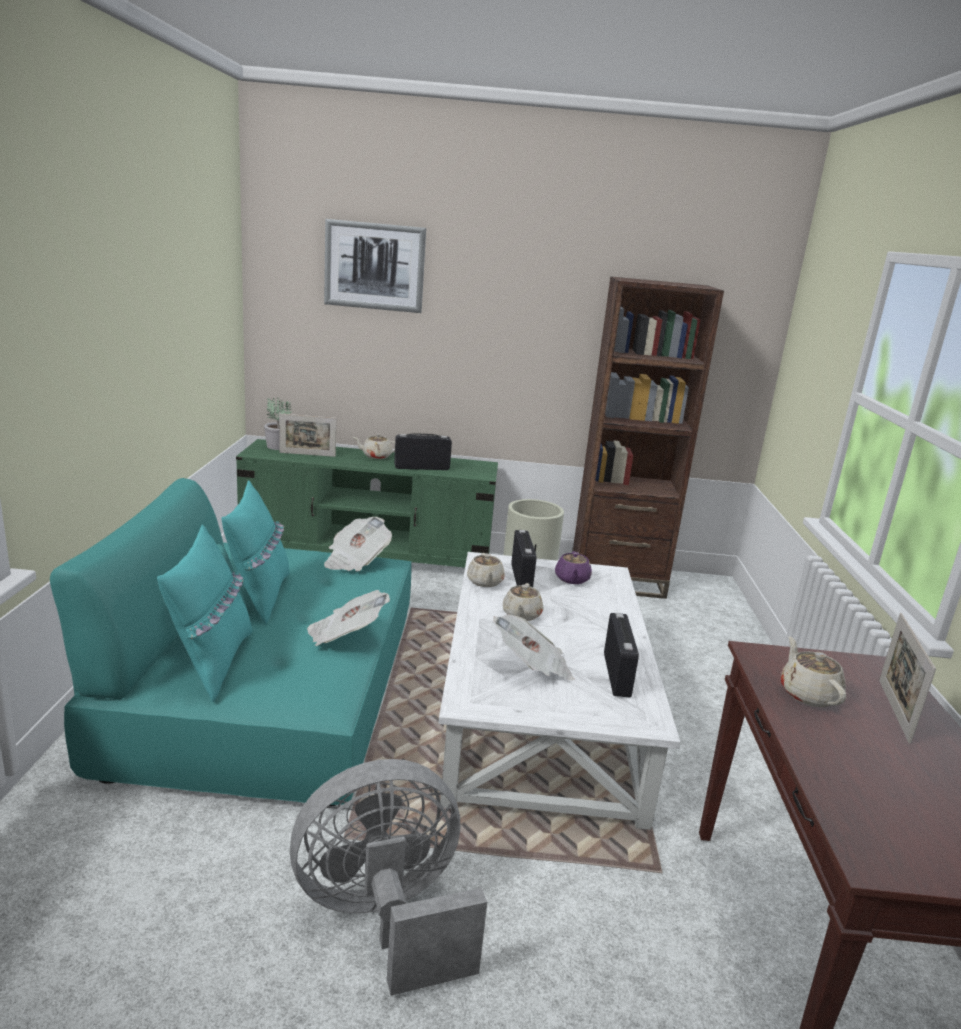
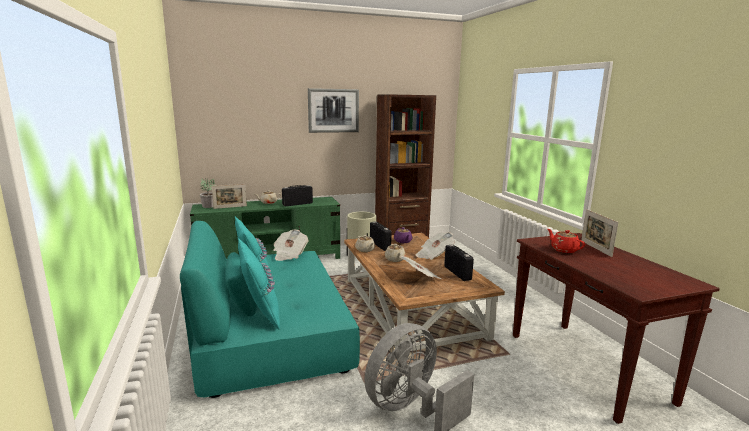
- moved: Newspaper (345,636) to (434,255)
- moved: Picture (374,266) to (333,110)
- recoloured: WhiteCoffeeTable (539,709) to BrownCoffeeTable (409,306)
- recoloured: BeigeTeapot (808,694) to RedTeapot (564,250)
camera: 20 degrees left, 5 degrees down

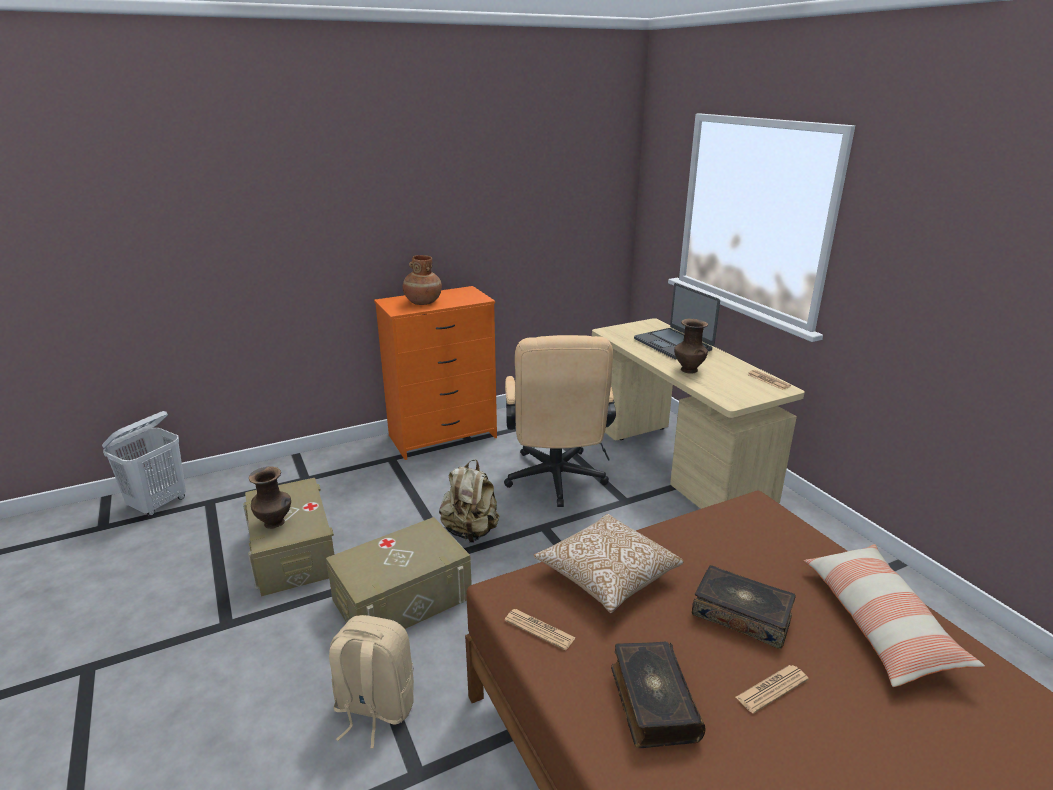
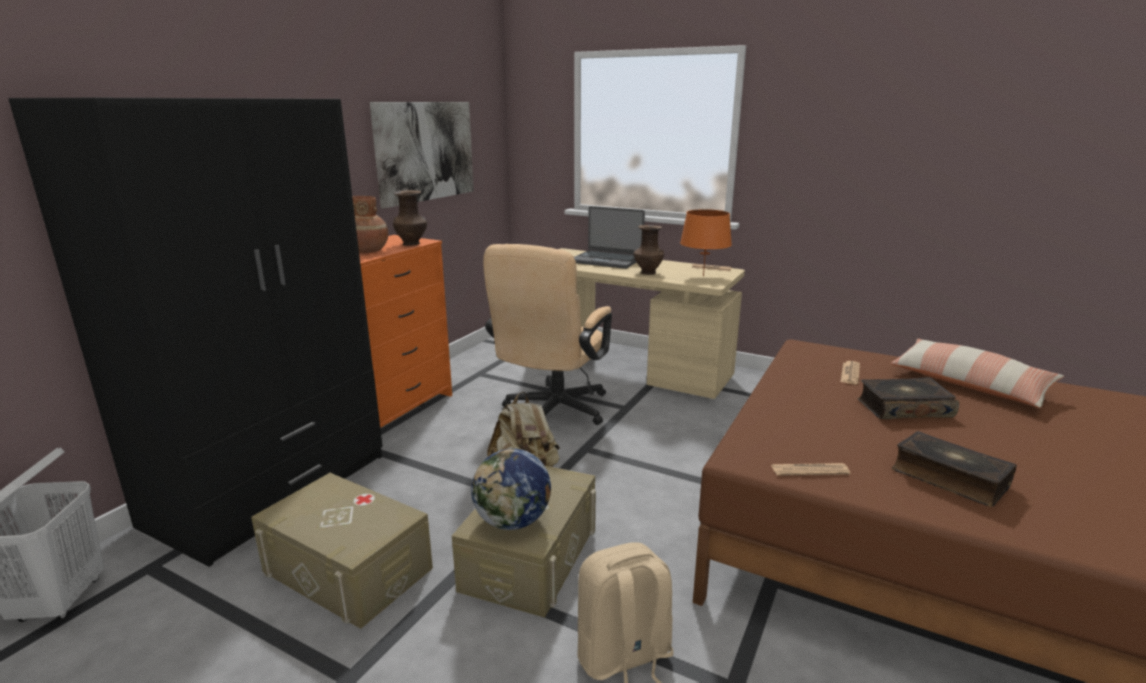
- moved: BrownVase (275,523) to (412,244)
- turned: BeigeOfficeChair (555,482) = (552,413) 60 degrees clockwise
- removed: Pillow (607,576)
- moved: Newspaper (772,689) to (850,373)
- added: BlackWardrobe (271,489)
- added: Picture (426,151)
- added: Globe (512,521)
- added: OrangeTableLamp (703,276)
camera: 35 degrees left, 5 degrees down

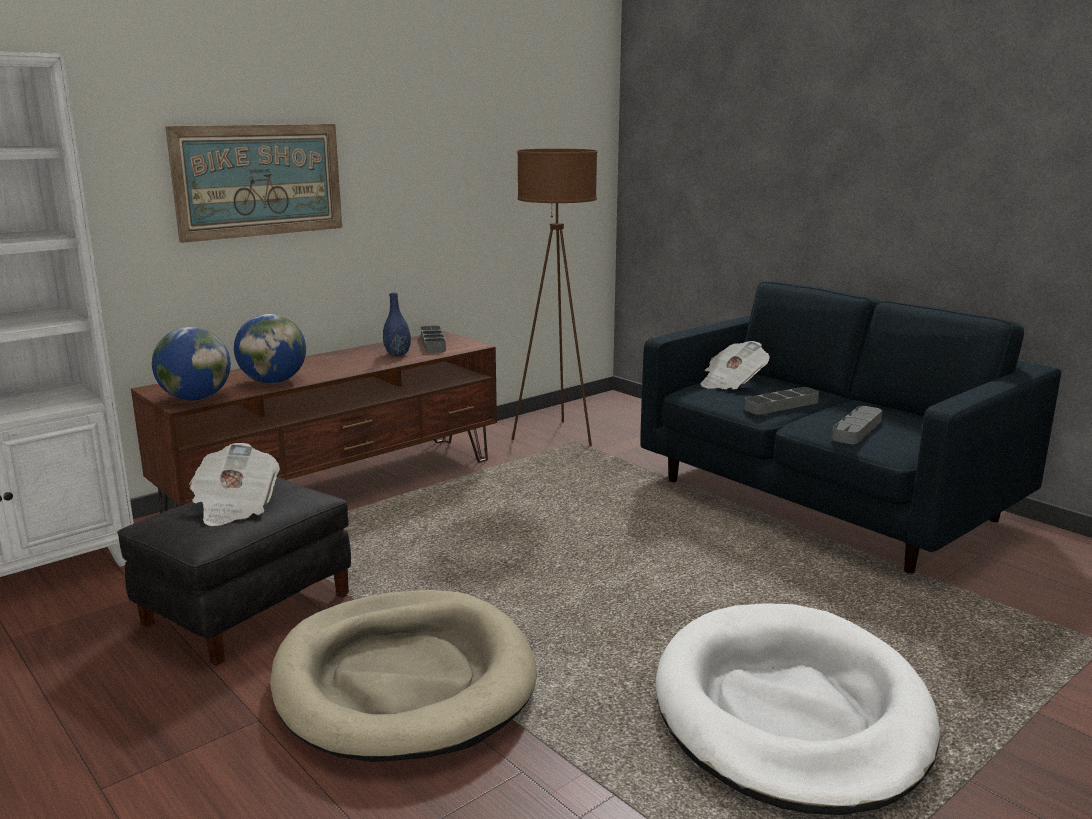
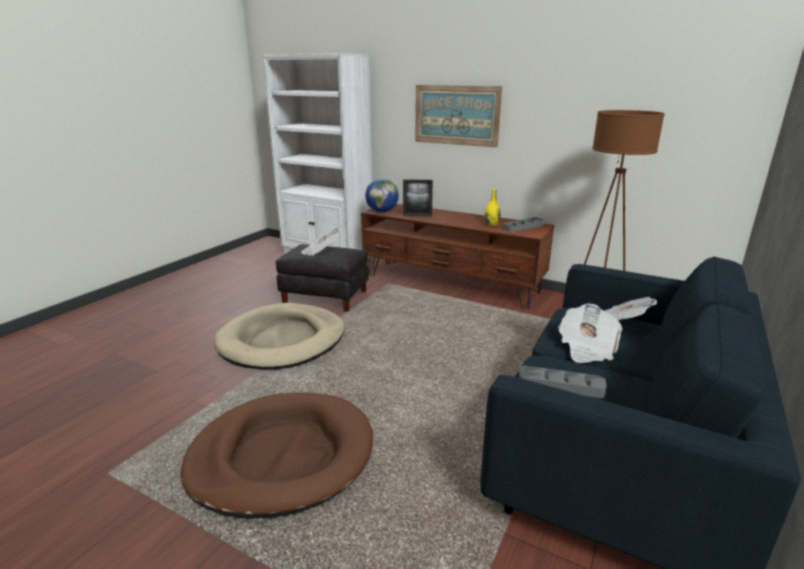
- replaced: Globe (273,382) to PictureFrame (417,216)
- recoloured: BlueVase (397,354) to YellowVase (491,225)
- recoloured: WhiteDogBed (790,713) to BrownDogBed (282,457)
- replaced: GreyTray (781,405) to Newspaper (586,348)
camera: 70 degrees right, 5 degrees up

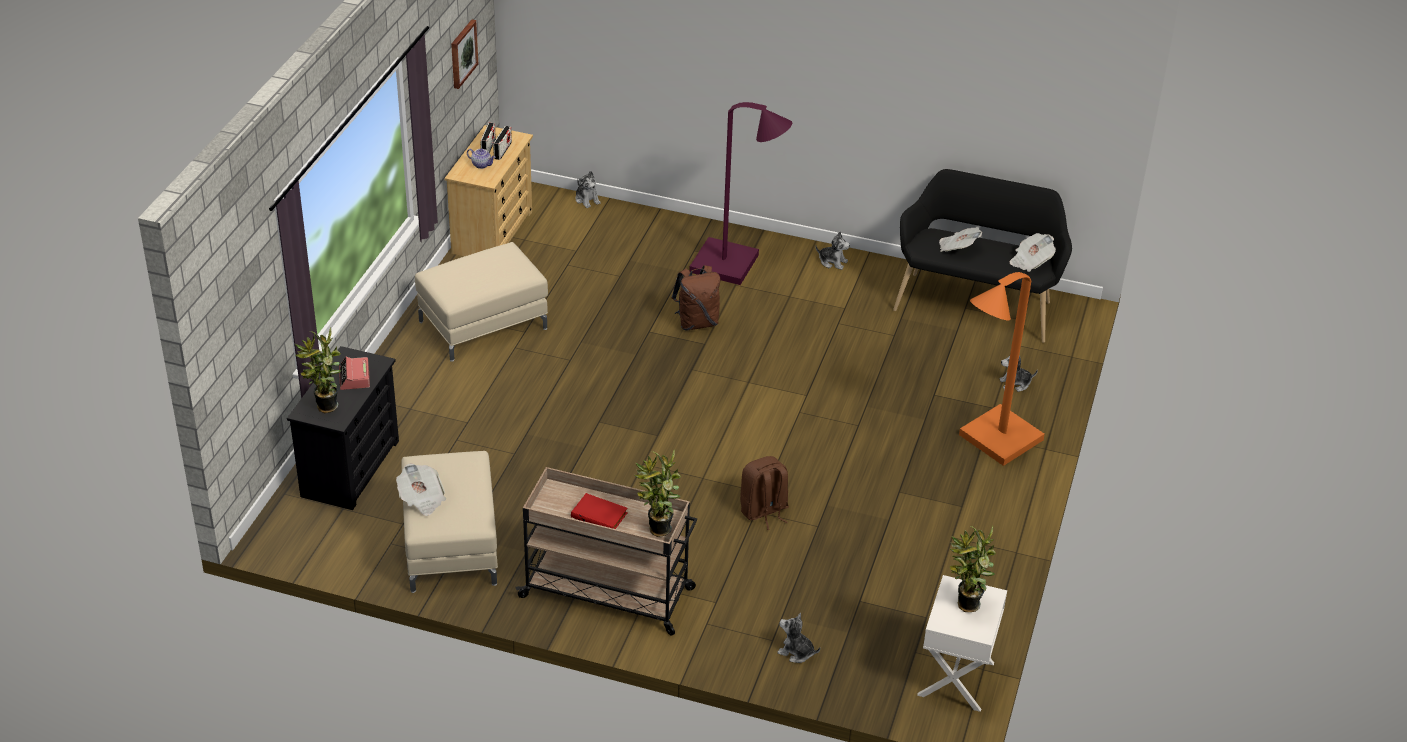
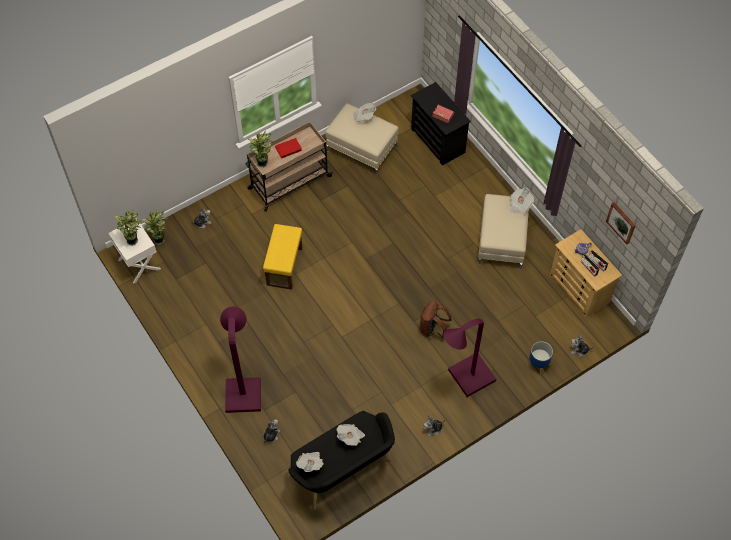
- moved: PottedPlant (325,407) to (159,239)
- replaced: BrownBackpack (764,511) to YellowOttoman (284,265)
- recoloured: OrangeFloorLamp (992,442) to PurpleFloorLamp (243,389)
- added: Newspaper (519,205)
- added: Planter (538,364)
camera: 130 degrees right, 20 degrees up

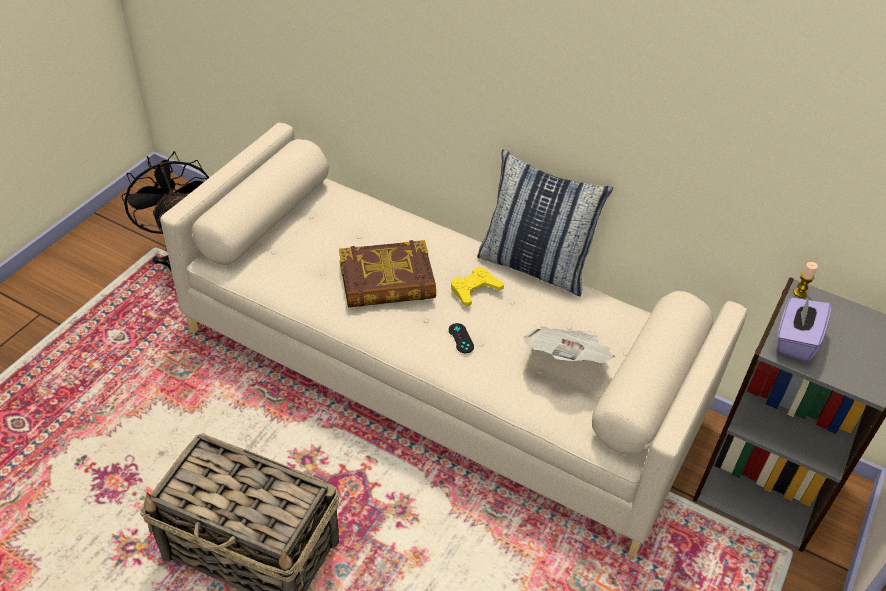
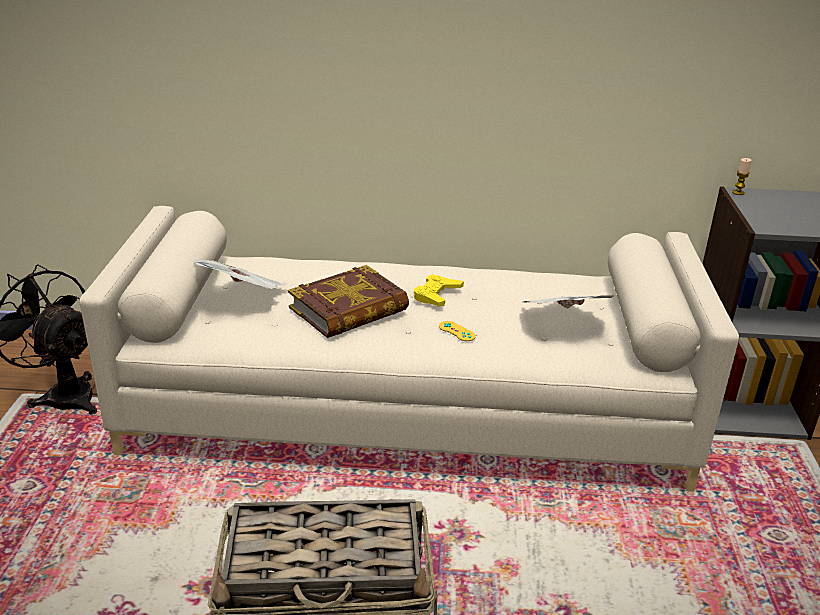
- recoloured: BlackGameController (461,338) to YellowGameController (457,331)
- removed: Pillow (534,266)
- removed: PurpleTissueBox (795,340)
- added: Newspaper (243,295)
camera: 25 degrees left, 15 degrees down

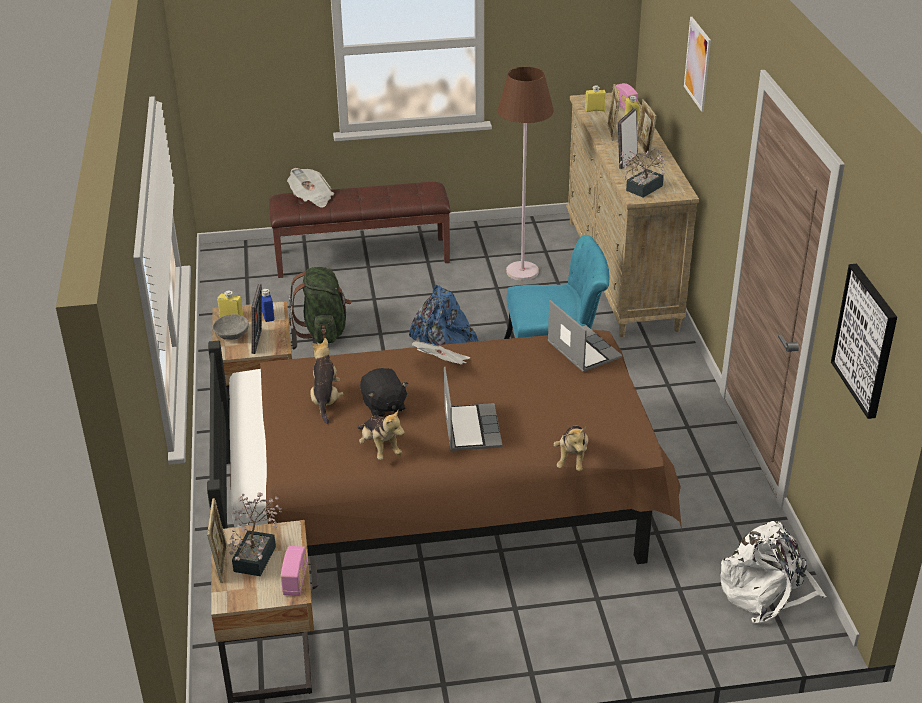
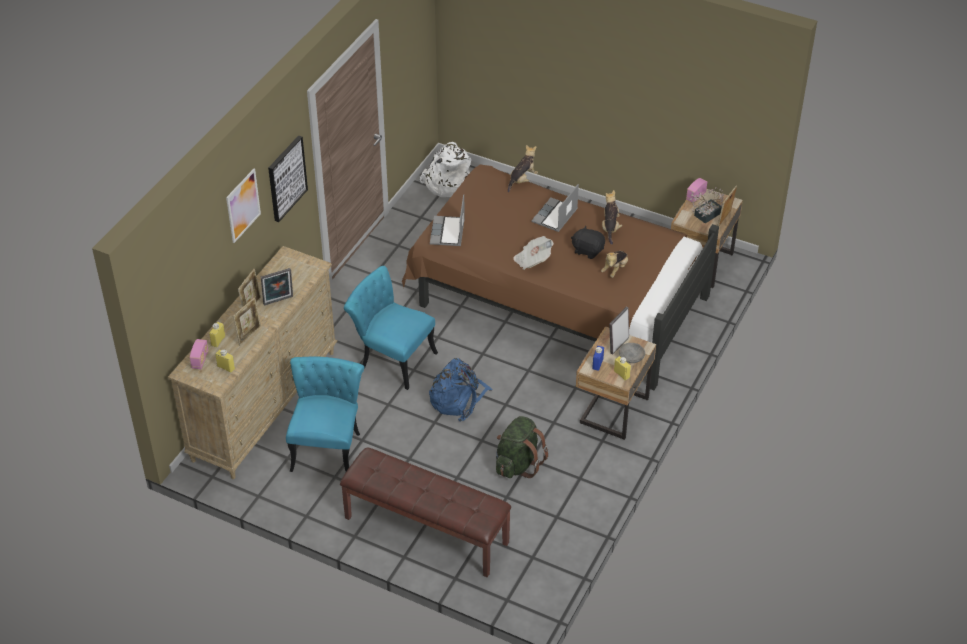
- removed: Newspaper (311,198)
- turned: BlackPlushToy (383,406) = (588,250) 75 degrees counterclockwise
- replaced: BrownFloorLamp (522,272) to TurquoiseChair (328,445)
- removed: PottedPlant (641,189)
- moved: Picture (866,340) to (286,178)
camera: 145 degrees left, 10 degrees up

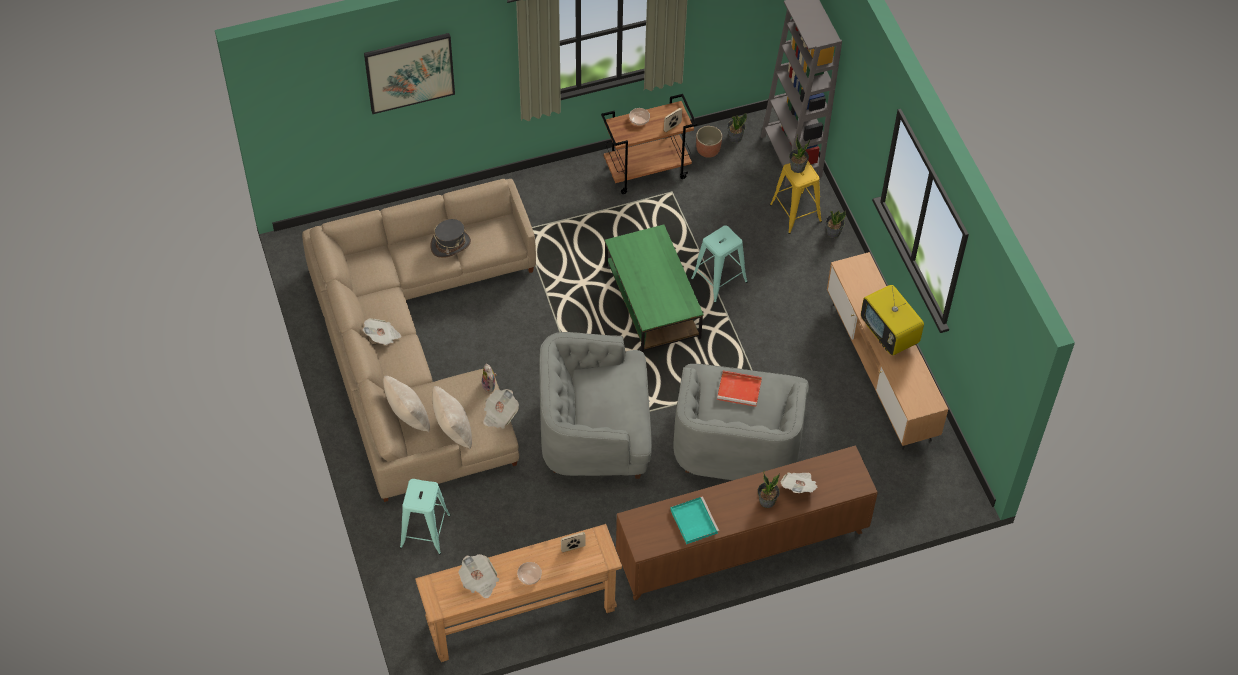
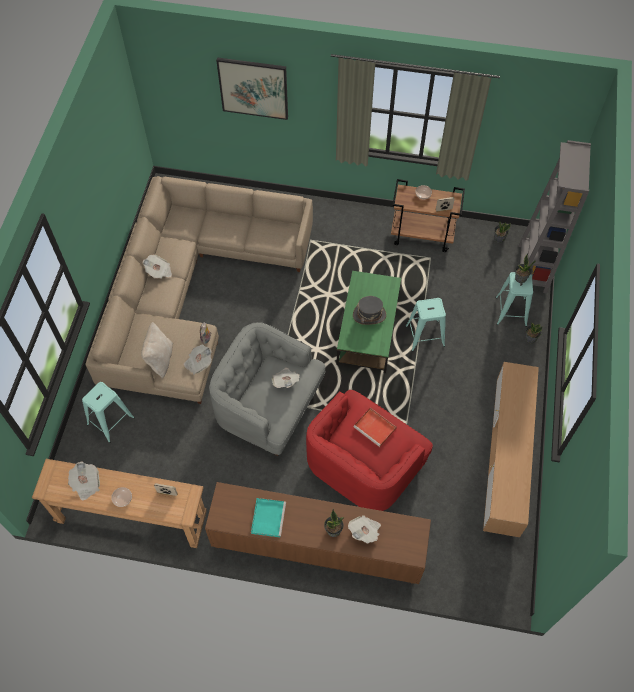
- removed: BeigePillow (408,417)
- moved: GreyHat (450,244) to (369,315)
- recoloured: GreyArmchair (737,442) to RedArmchair (364,463)
- removed: Planter (708,150)
- recoloured: YellowStool (795,213) to TurquoiseStool (511,311)
- removed: Television (889,334)
- added: Newspaper (285,381)
camera: 30 degrees right, 5 degrees up

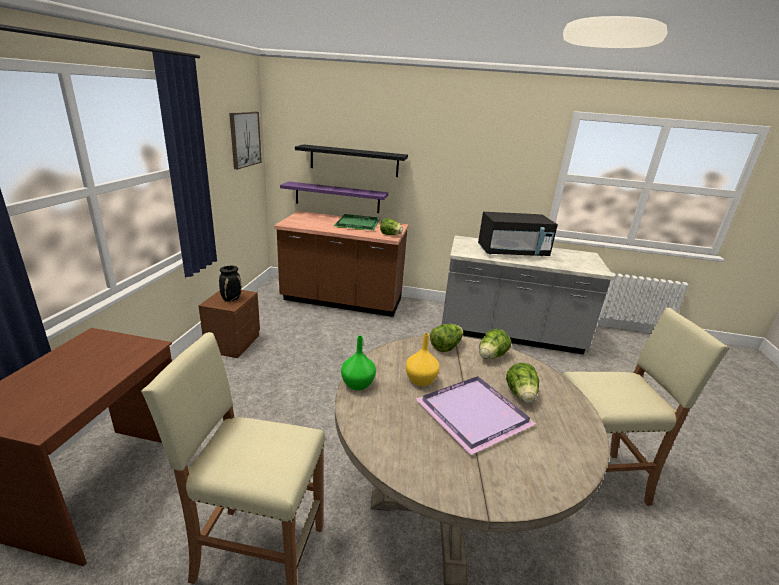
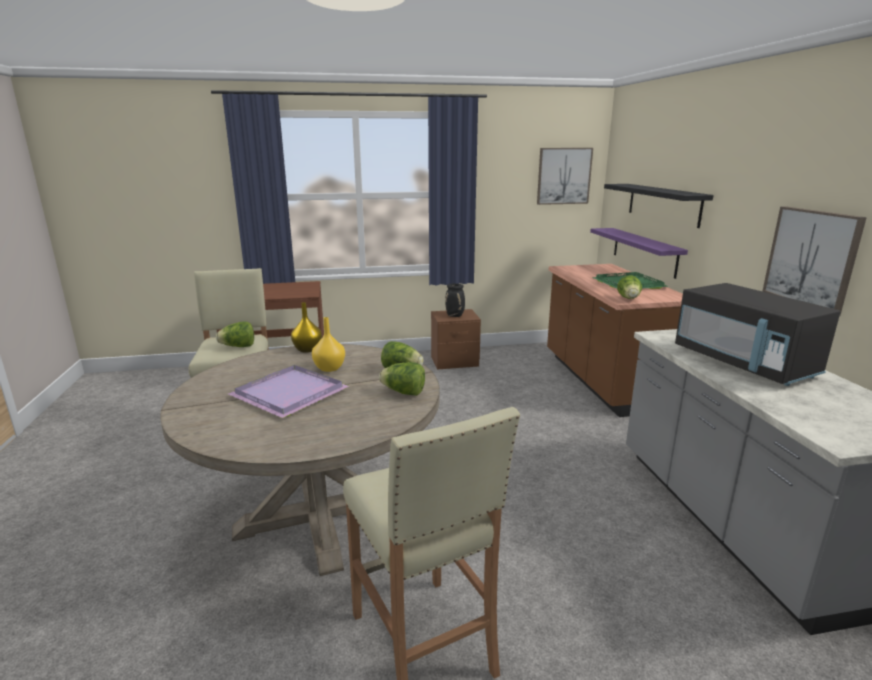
- recoloured: GreenVase (357,385) to YellowVase (307,349)
- moved: Lettuce (521,395) to (238,347)
- added: Picture (811,258)
camera: 70 degrees right, 5 degrees down

